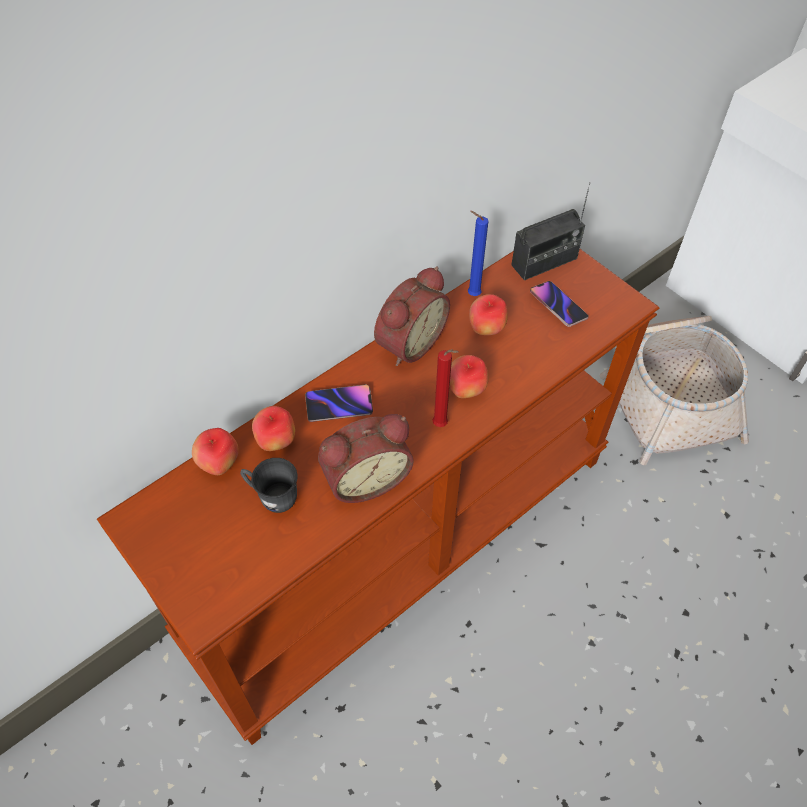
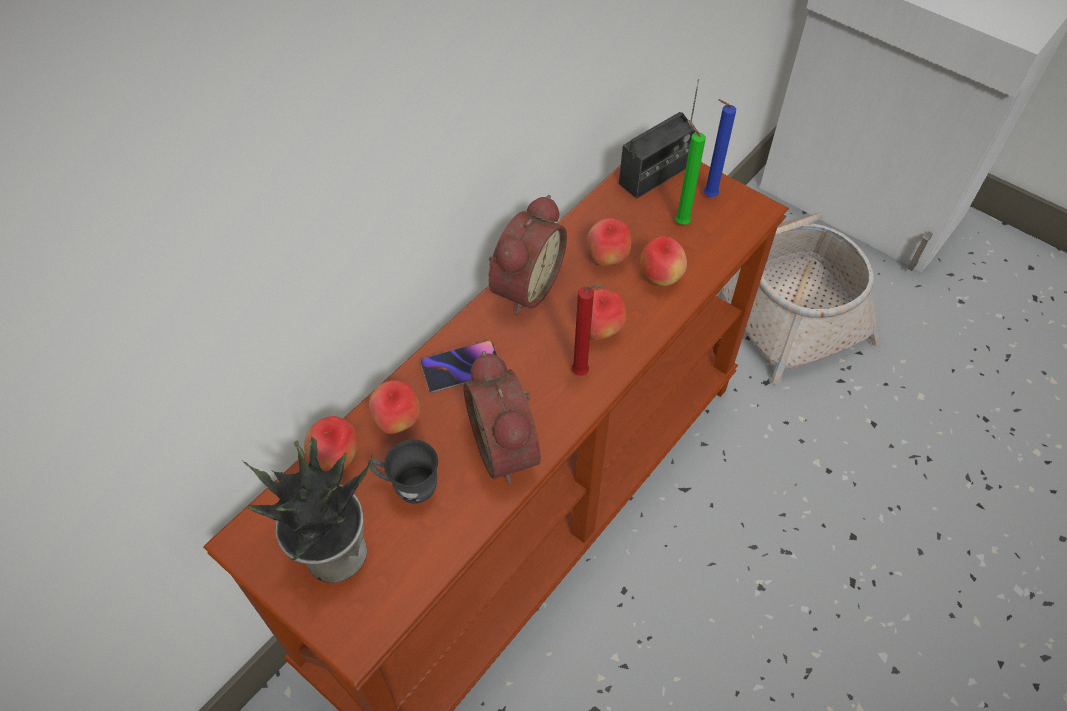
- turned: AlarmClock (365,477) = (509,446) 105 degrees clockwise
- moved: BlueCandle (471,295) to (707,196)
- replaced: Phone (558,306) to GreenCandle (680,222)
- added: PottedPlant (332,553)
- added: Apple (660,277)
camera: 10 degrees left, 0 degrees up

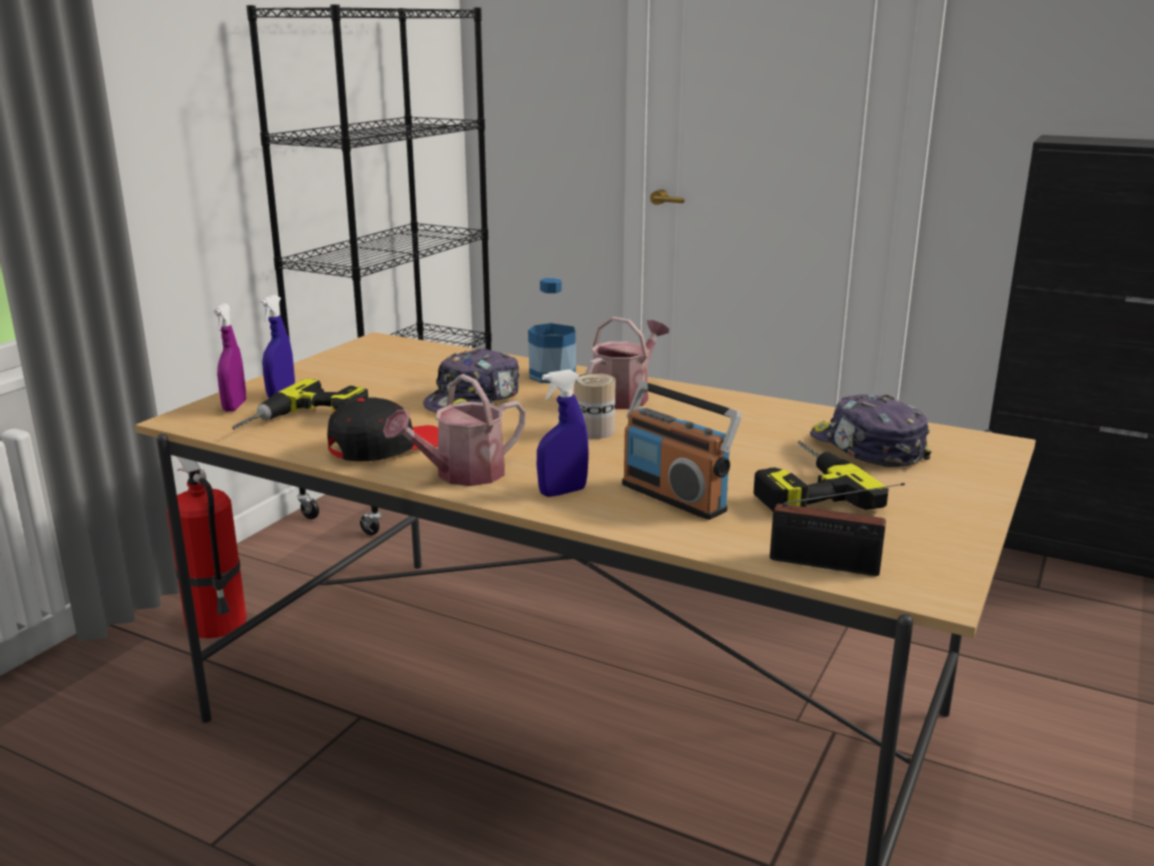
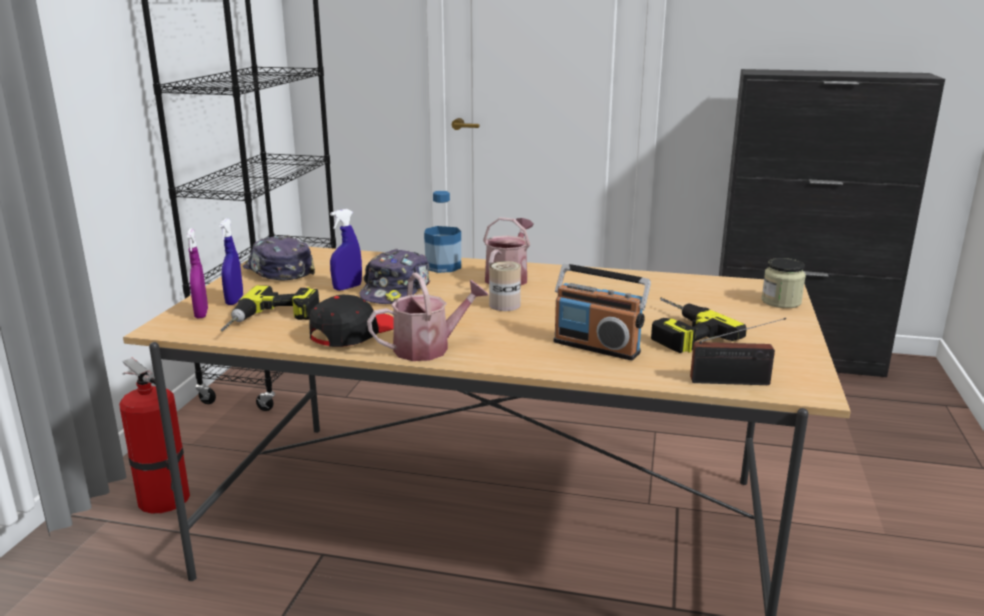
- turned: WateringCan (462,475) = (429,348) 150 degrees counterclockwise
- moved: BlueSprayBottle (562,492) to (347,287)
- moved: Cap (866,449) to (278,271)
- added: Jar (781,302)
camera: 15 degrees left, 0 degrees up

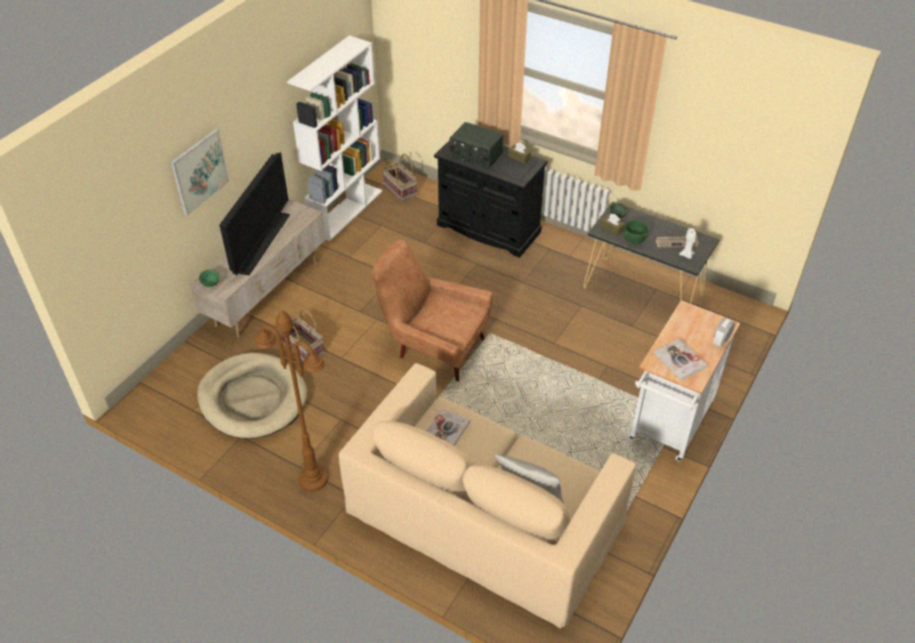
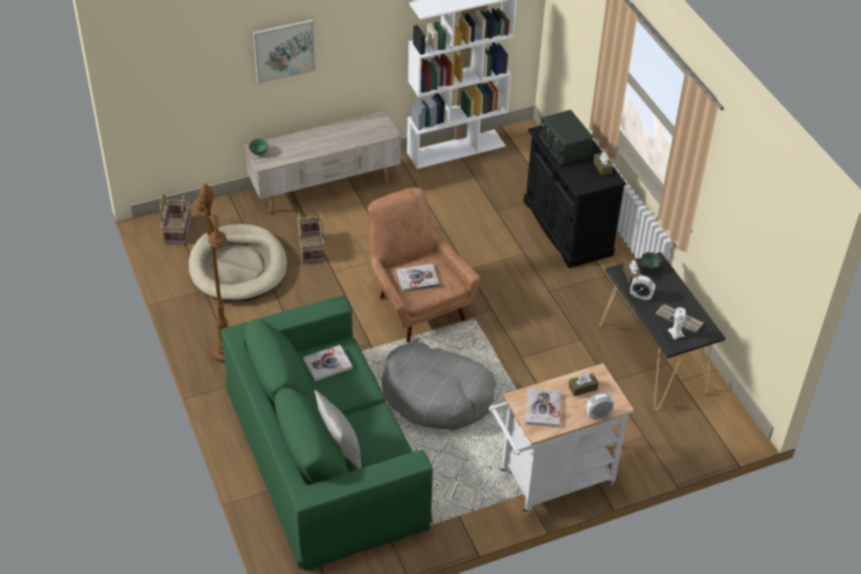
- removed: Television (262,242)
- recoloured: BeigeSofa (483,515) to GreenSofa (324,454)
- moved: Basket (399,190) to (177,230)
- replaced: GreenBowl (634,240) to AlarmClock (640,296)
- added: GreyDogBed (437,396)
- added: Book (417,279)
- added: BrownTissueBox (582,388)
camera: 35 degrees right, 0 degrees up

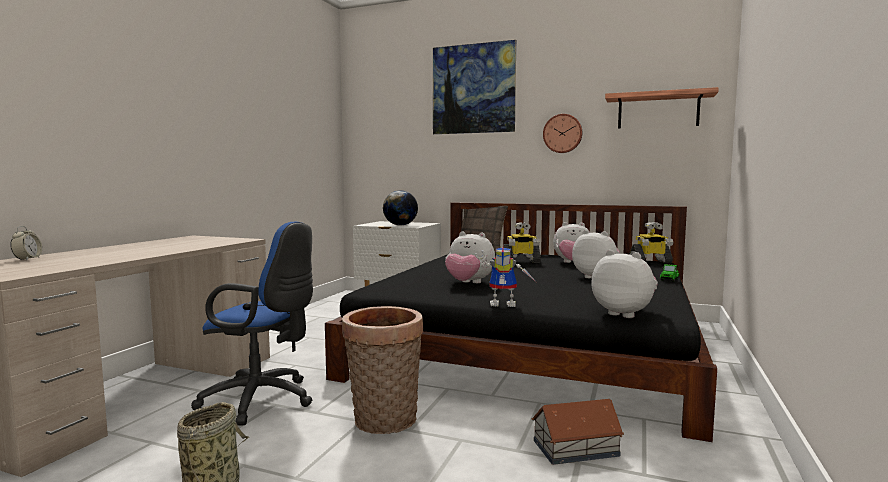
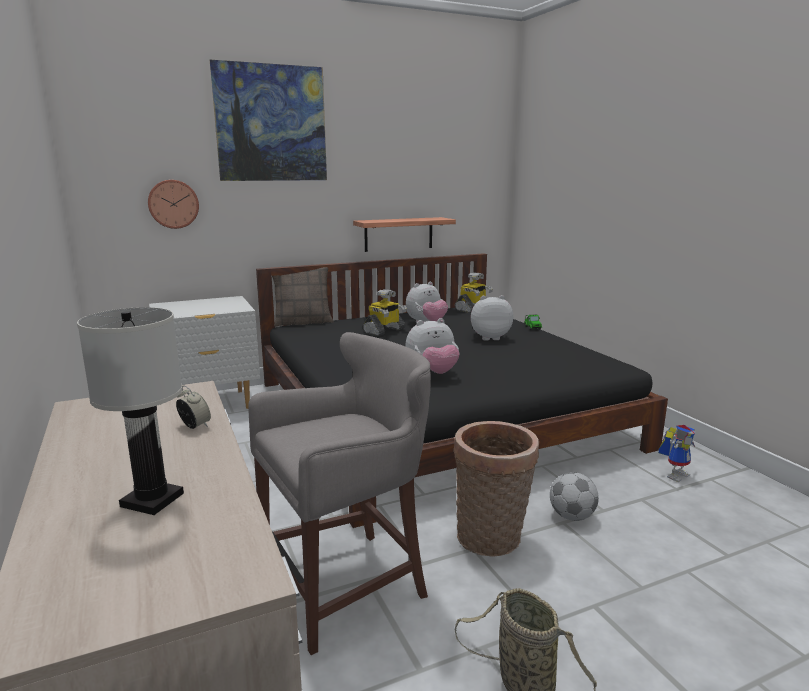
- moved: AlarmClock (27,259) to (195,426)
- replaced: BlueOfficeChair (263,401) to GreyStool (348,583)
- removed: Globe (400,225)
- moved: ToyRobot (505,304) to (675,474)
- removed: ToyHouse (576,448)
- moved: WallClock (562,133) to (173,204)
- removed: PlushToy (624,313)
- moved: Shelf (658,111) to (398,234)
- added: WhiteTableLamp (152,500)
- added: Football (572,516)
camera: 45 degrees left, 10 degrees up

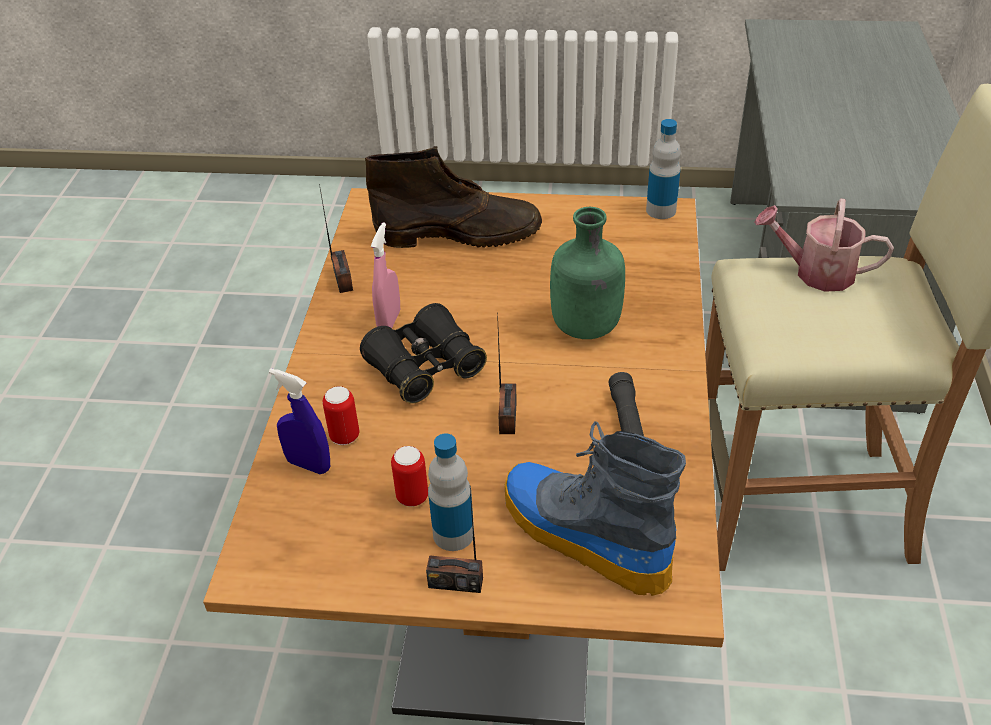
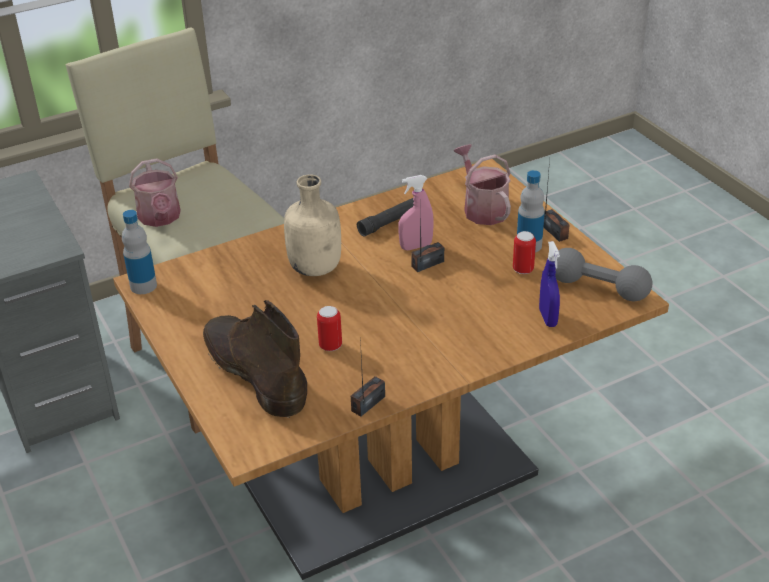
- moved: Can (344,436) to (330,346)
- removed: BlackBinoculars (425,367)
- moved: PinkSprayBottle (389,321) to (416,246)
- replaced: Boot (582,537) to WateringCan (482,208)
- recoloured: GreenBottle (585,328) to BeigeBottle (316,268)
- added: GreyDumbbell (598,288)
camera: 125 degrees left, 5 degrees down

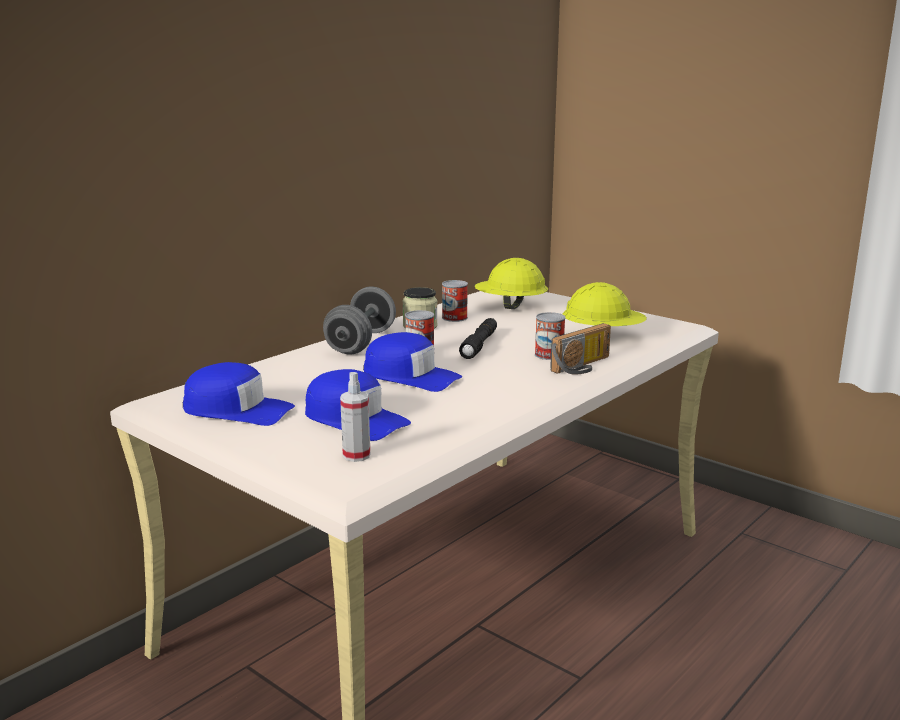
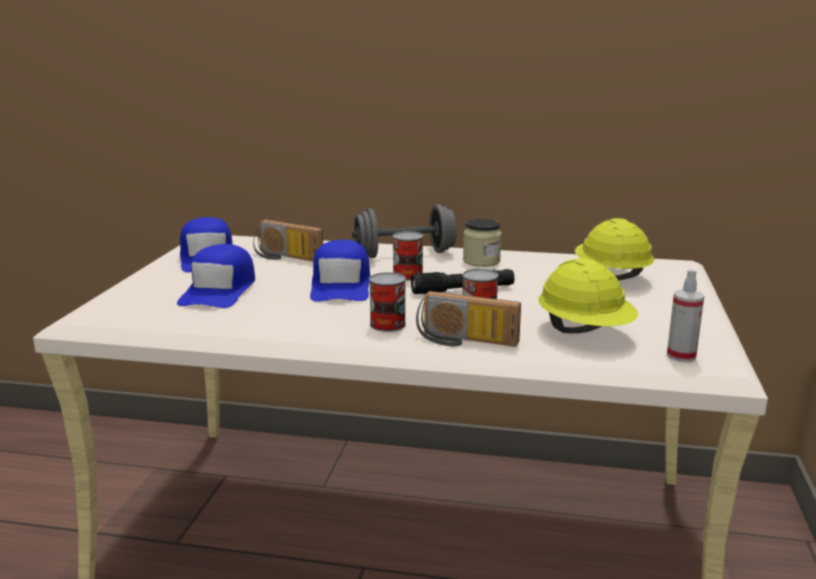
- moved: SprayBottle (356,455) to (681,356)
- moved: Can (454,318) to (387,325)
- added: Radio (285,257)
camera: 60 degrees right, 0 degrees up

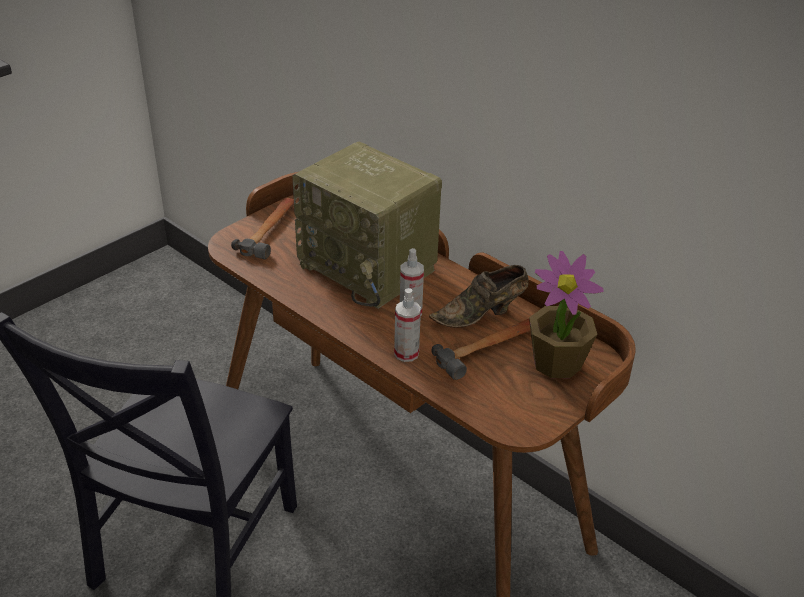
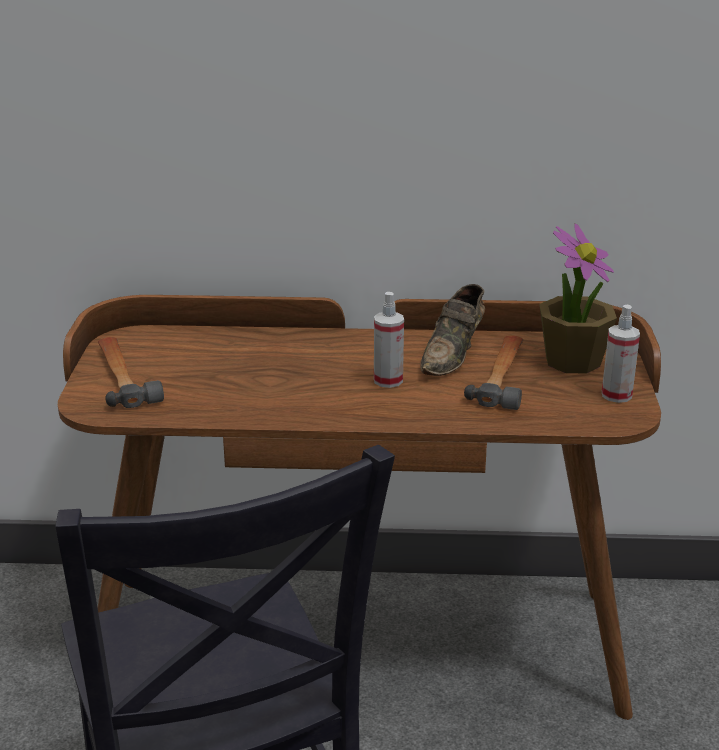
- removed: Radio (370,268)
- moved: SprayBottle (406,353) to (616,395)
camera: 40 degrees left, 10 degrees down

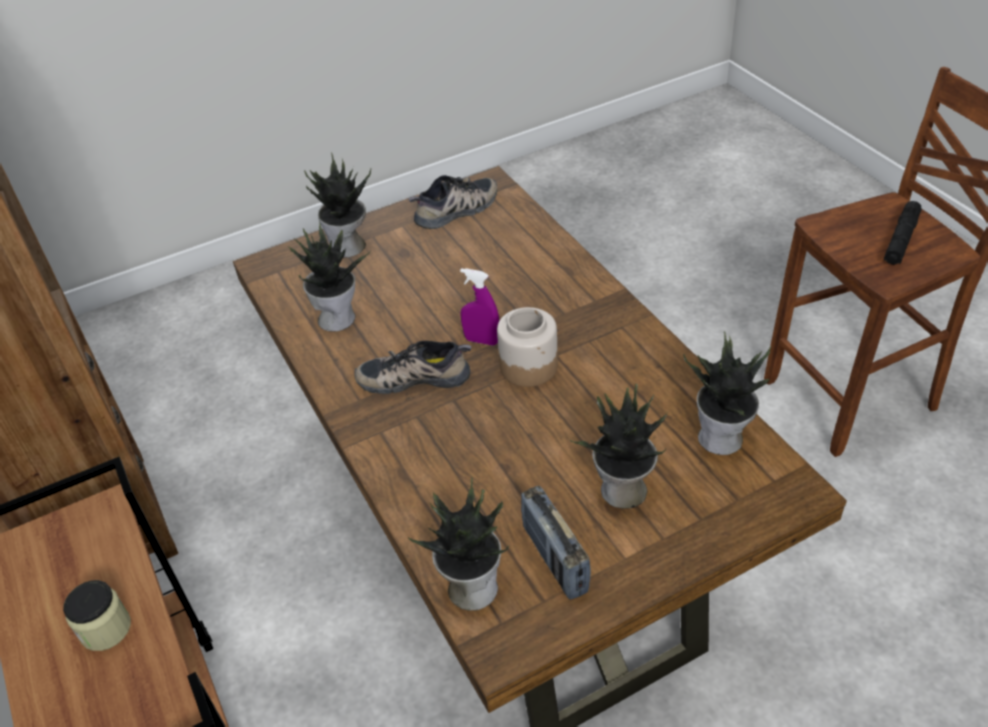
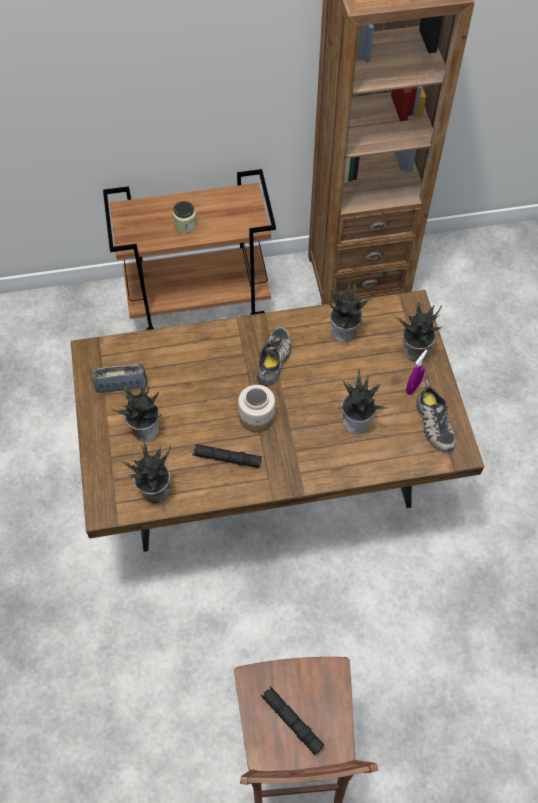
- moved: PottedPlant (471,587) to (356,422)
- moved: PurpleSprayBottle (482,340) to (413,387)
- added: BlackFlashlight (227,458)
camera: 105 degrees right, 15 degrees up

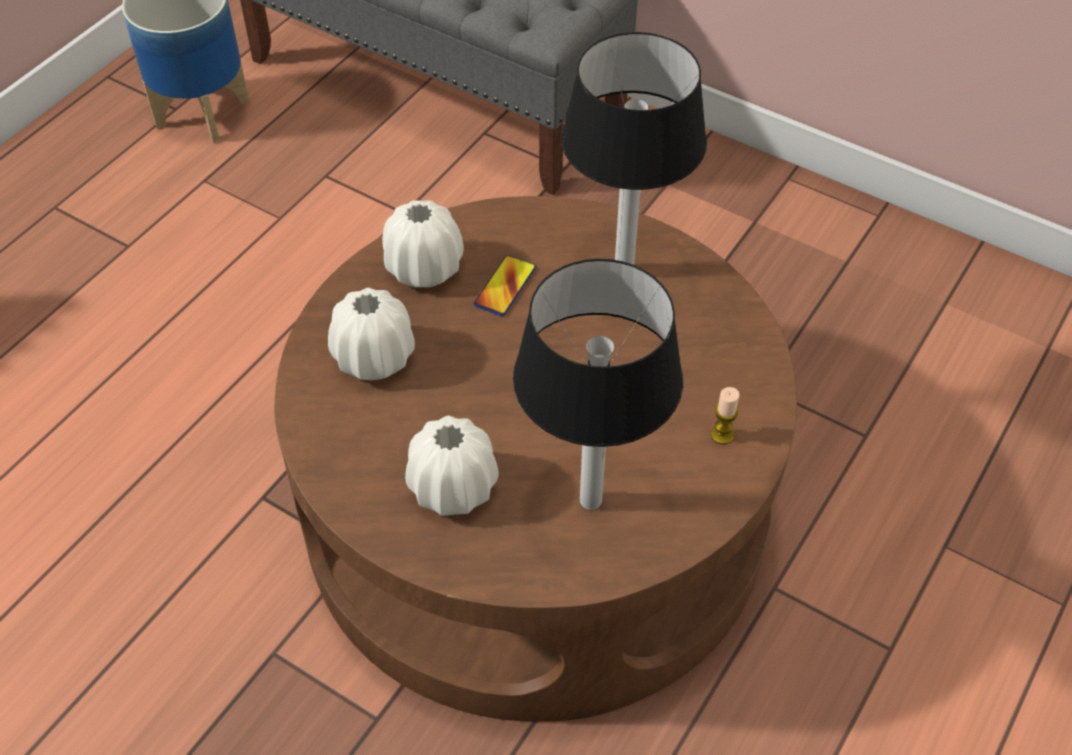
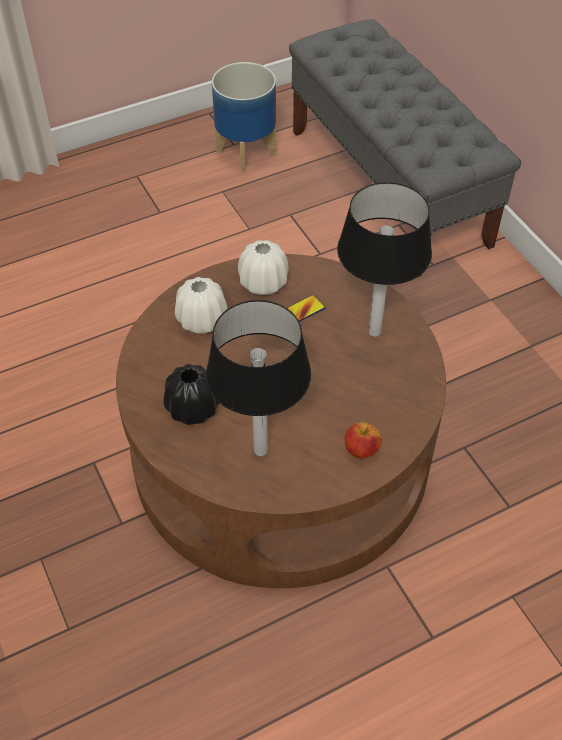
- recoloured: WhiteVase (453,487) to BlackVase (193,408)
- replaced: Candle (722,435) to Apple (361,450)
camera: 30 degrees right, 0 degrees up

